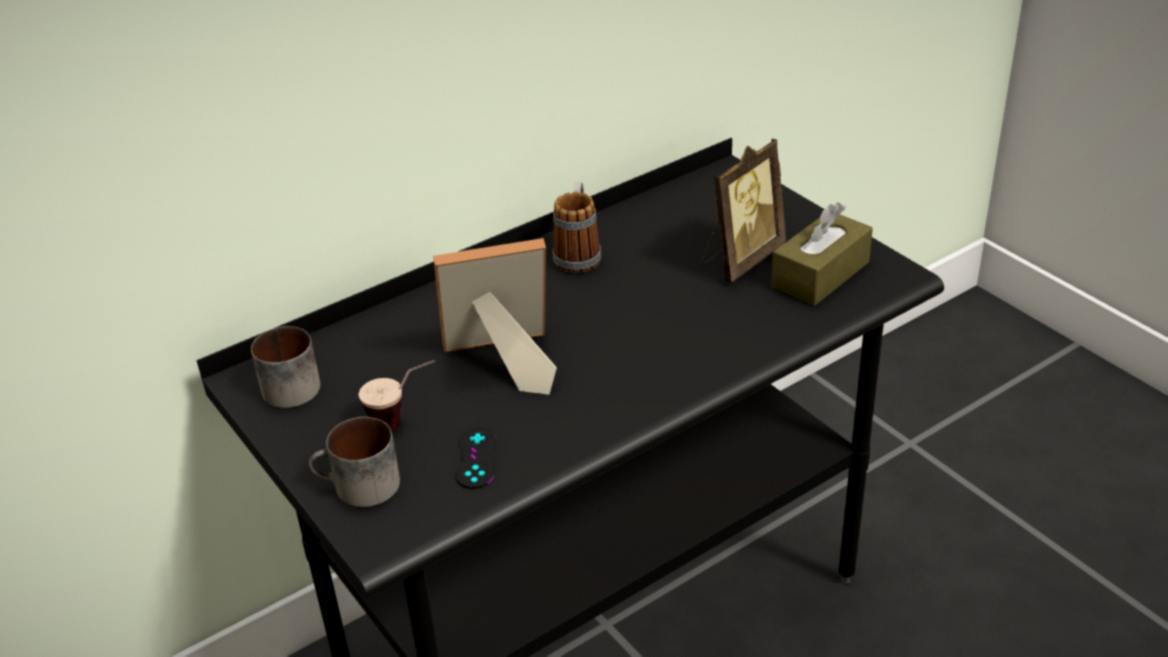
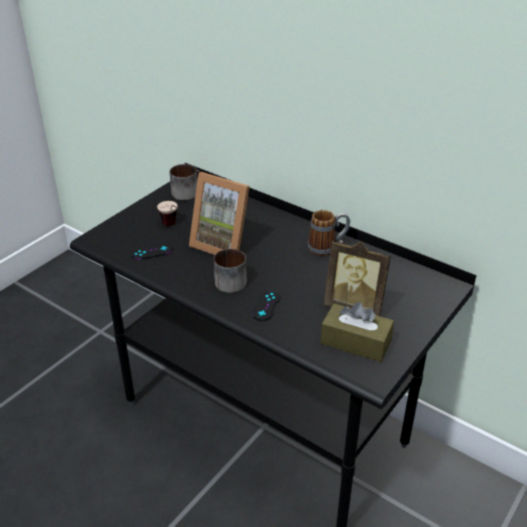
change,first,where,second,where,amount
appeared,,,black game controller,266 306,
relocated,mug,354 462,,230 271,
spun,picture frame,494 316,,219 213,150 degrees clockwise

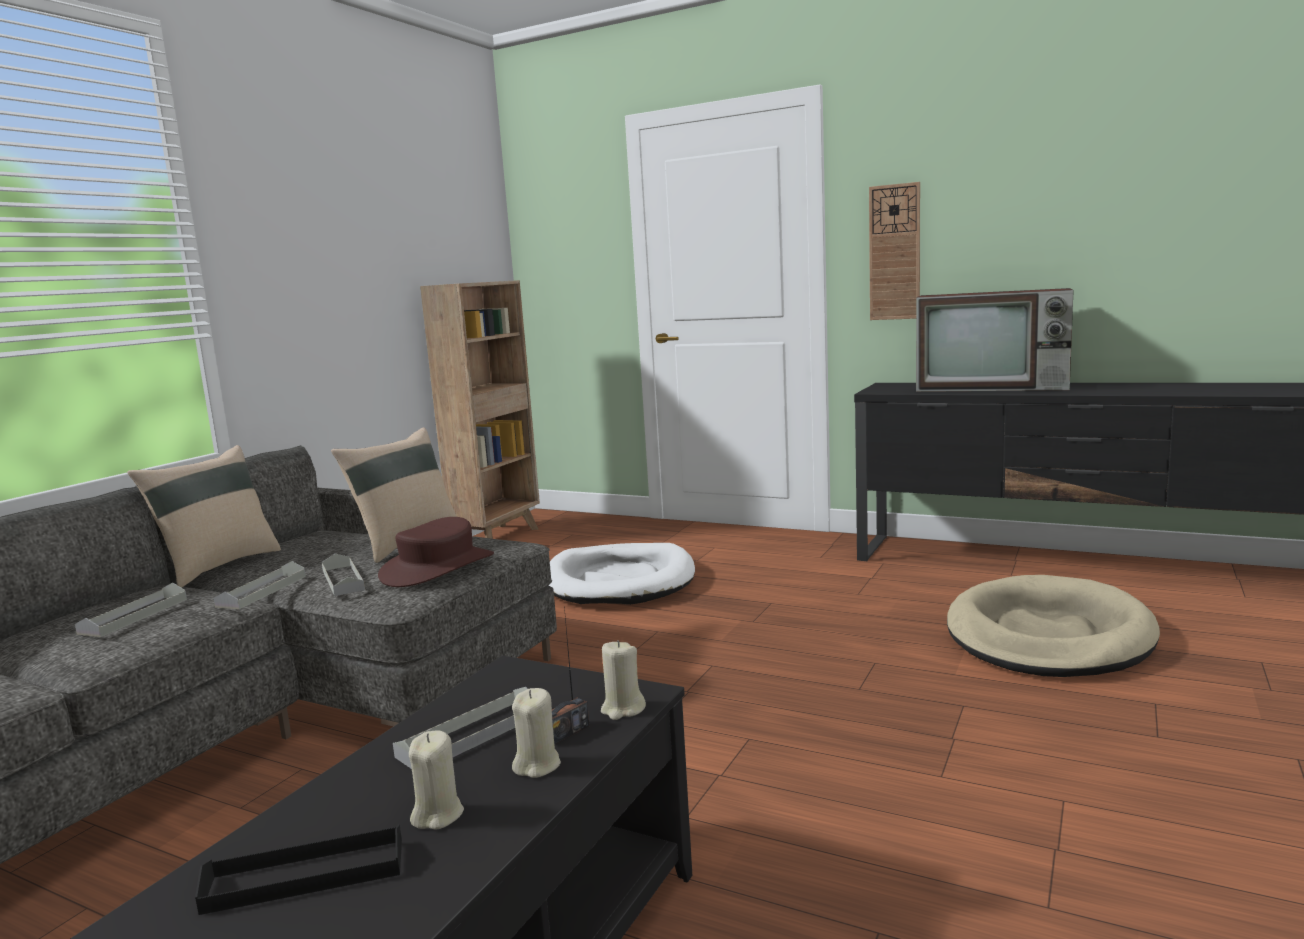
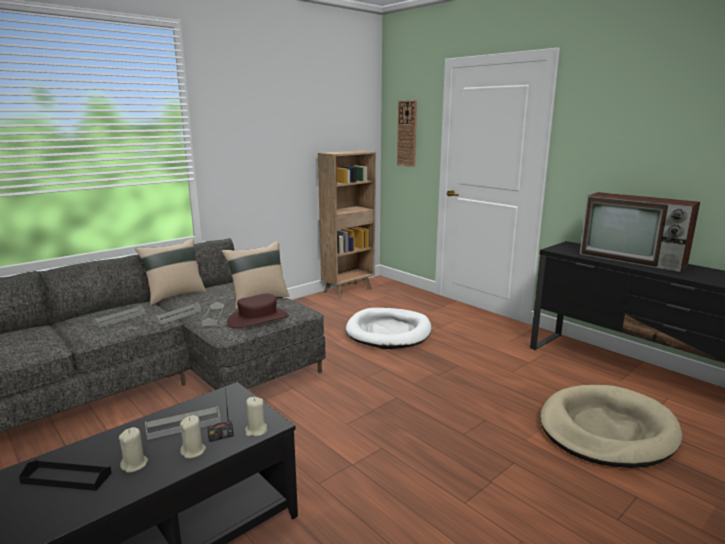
change,first,where,second,where,amount
relocated,wall clock,894 251,,407 133,

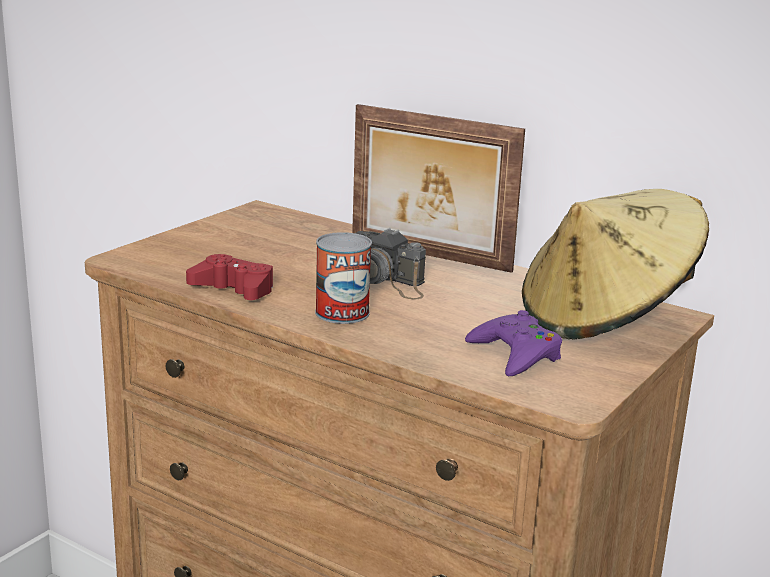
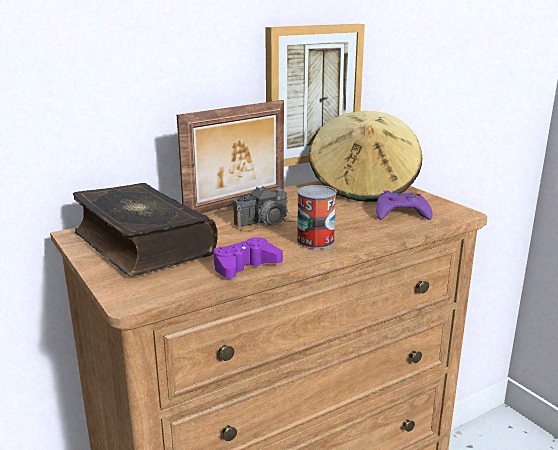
change,first,where,second,where,amount
appeared,,,book,145 229,
appeared,,,picture,315 95,
colour,red game controller,229 277,purple game controller,248 257,

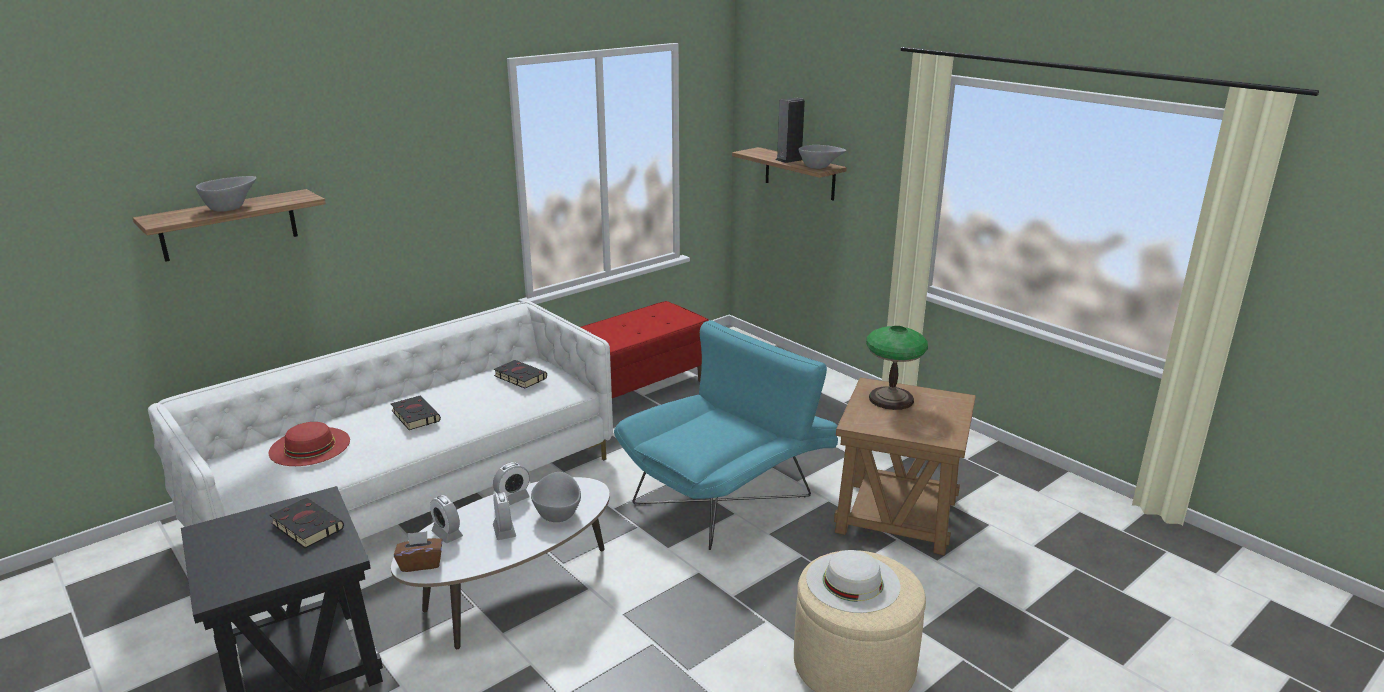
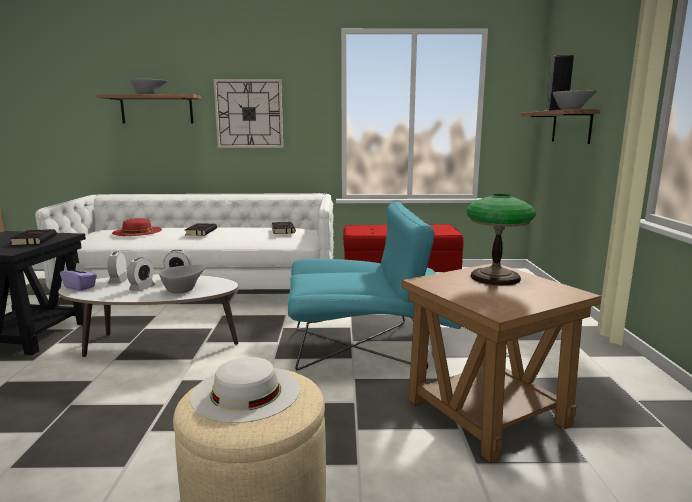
change,first,where,second,where,amount
appeared,,,wall clock,248 113,
colour,brown tissue box,418 551,purple tissue box,78 277,

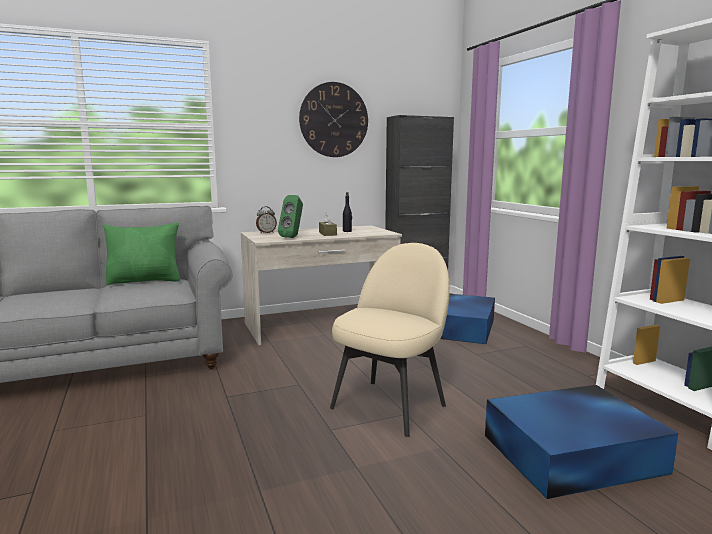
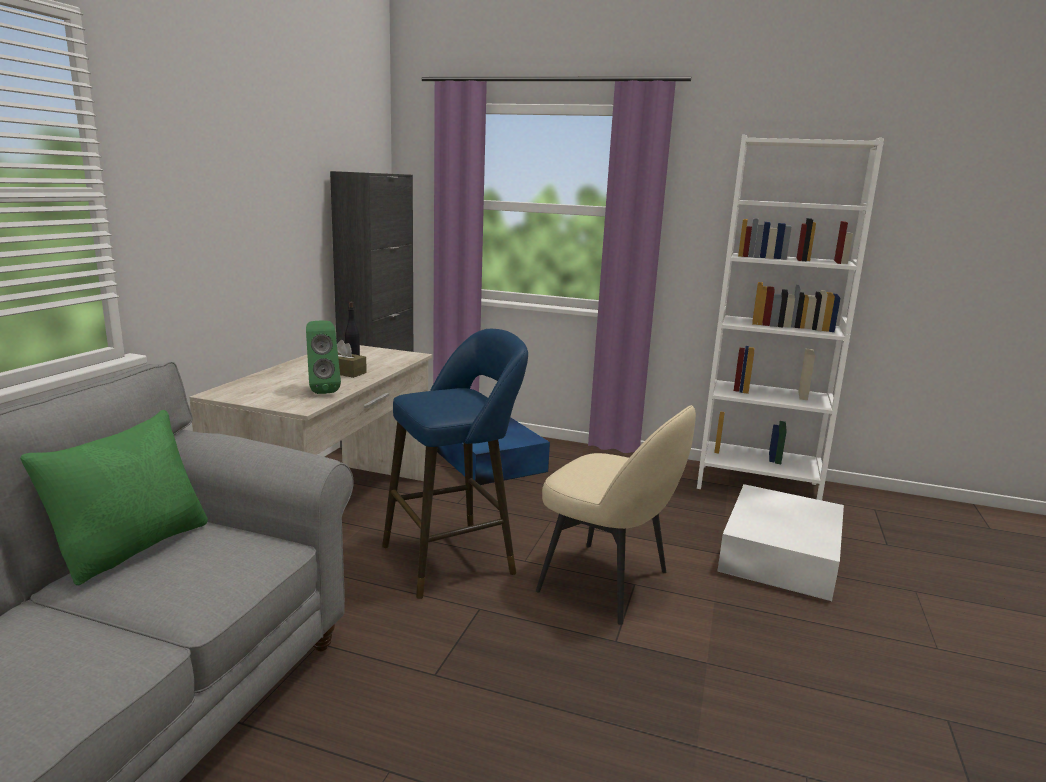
change,first,where,second,where,amount
missing,alarm clock,266 219,,,
missing,wall clock,333 119,,,
appeared,,,blue stool,455 464,
colour,blue storage box,581 442,white storage box,781 542,
spun,beige chair,390 340,,616 515,135 degrees clockwise

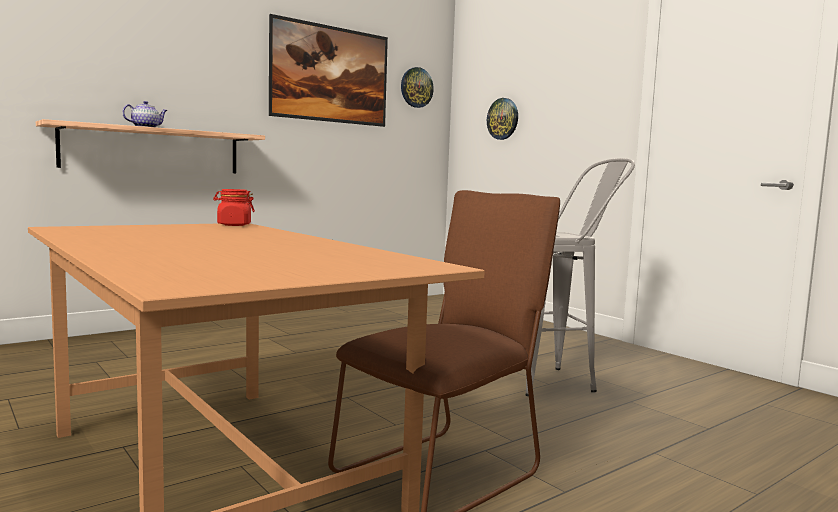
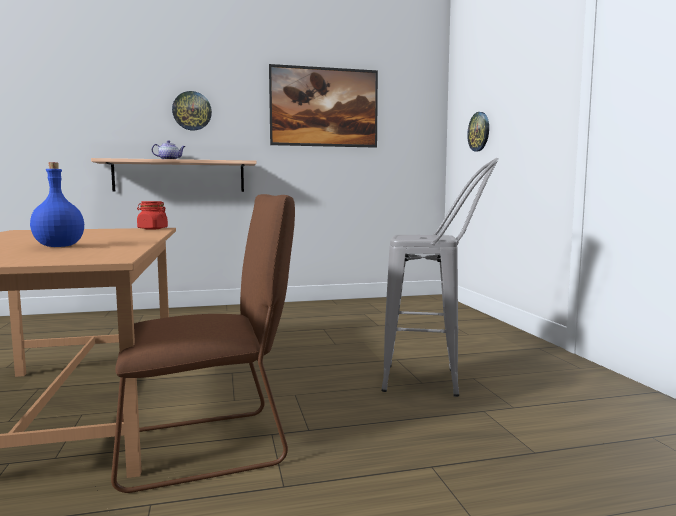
change,first,where,second,where,amount
appeared,,,blue bottle,57 204,
relocated,wall clock,417 87,,192 110,

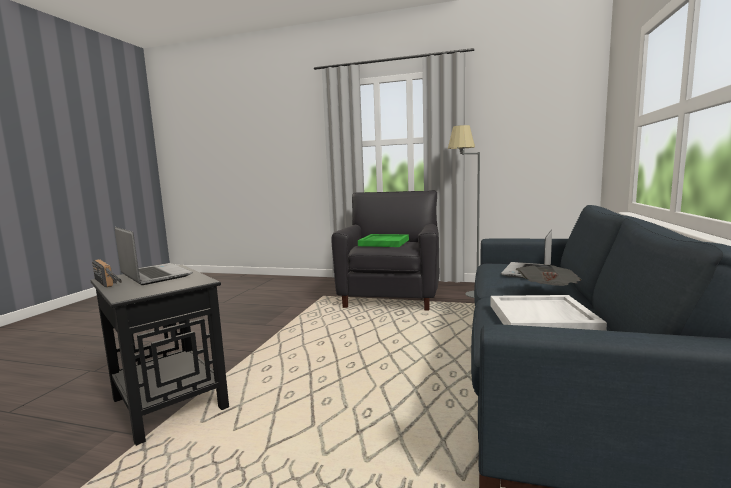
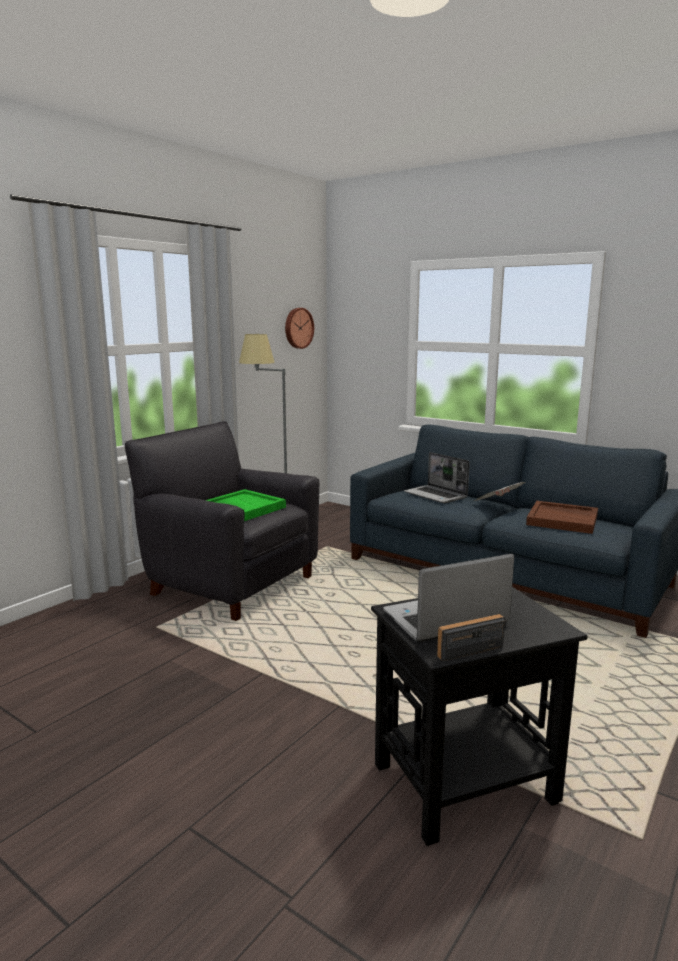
change,first,where,second,where,amount
appeared,,,wall clock,299 328,
colour,white tray,548 313,brown tray,562 517,

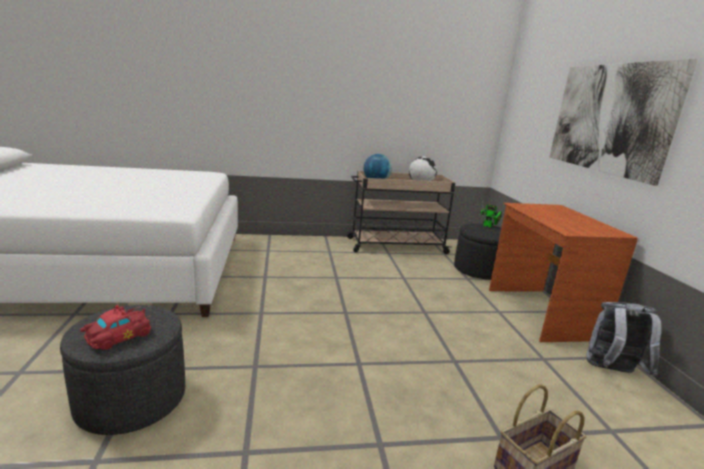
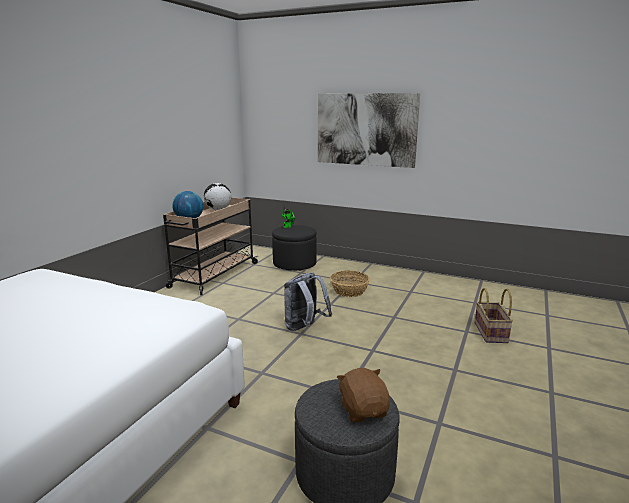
change,first,where,second,where,amount
missing,brown desk,563 272,,,
appeared,,,basket,350 284,
relocated,grey backpack,623 339,,308 302,
exchanged,red toy car,115 327,brown plush toy,363 395,

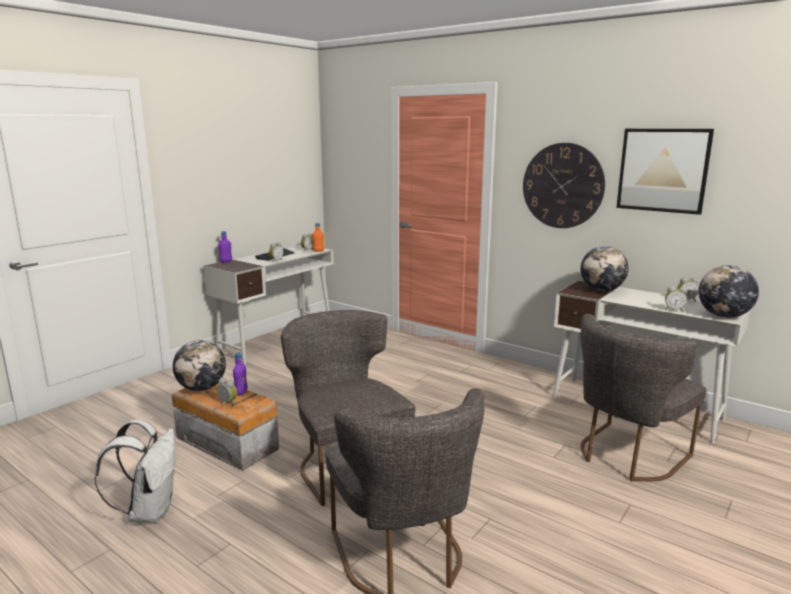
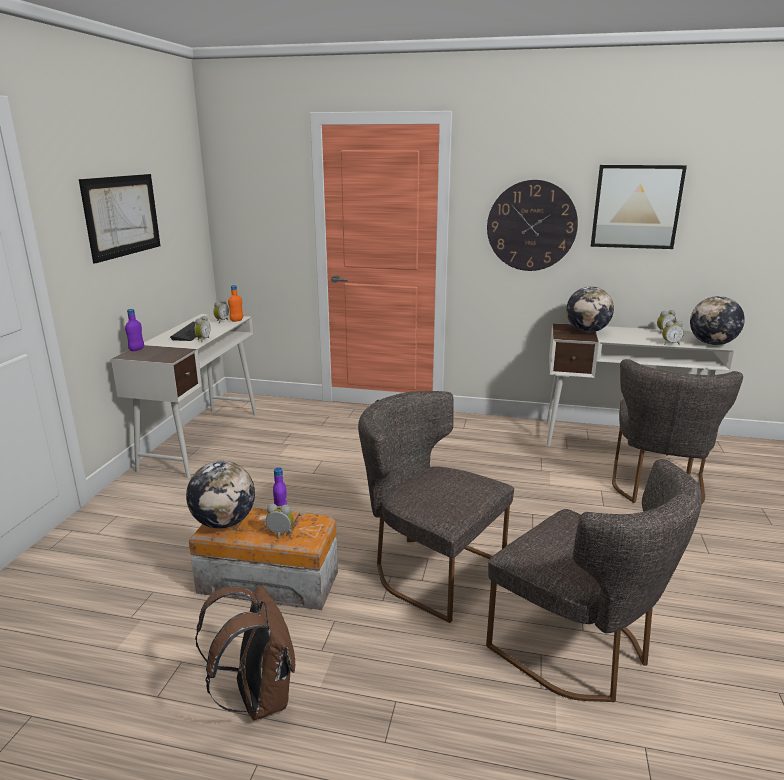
change,first,where,second,where,amount
appeared,,,picture,119 219,
colour,white backpack,135 471,brown backpack,245 653,

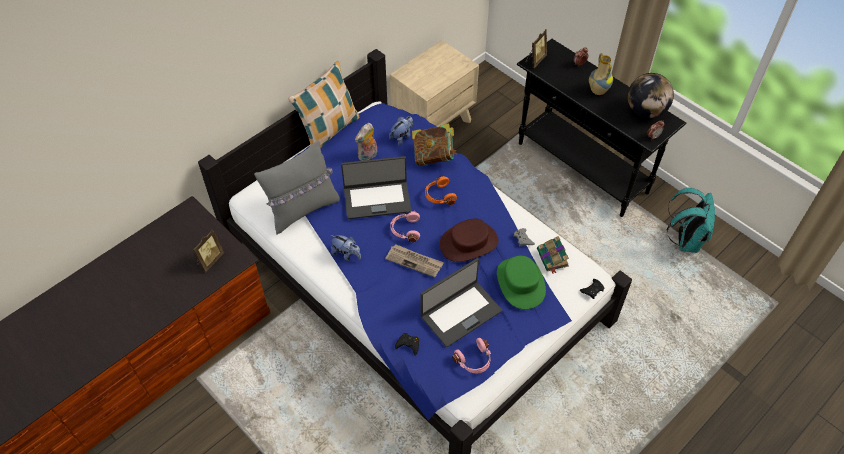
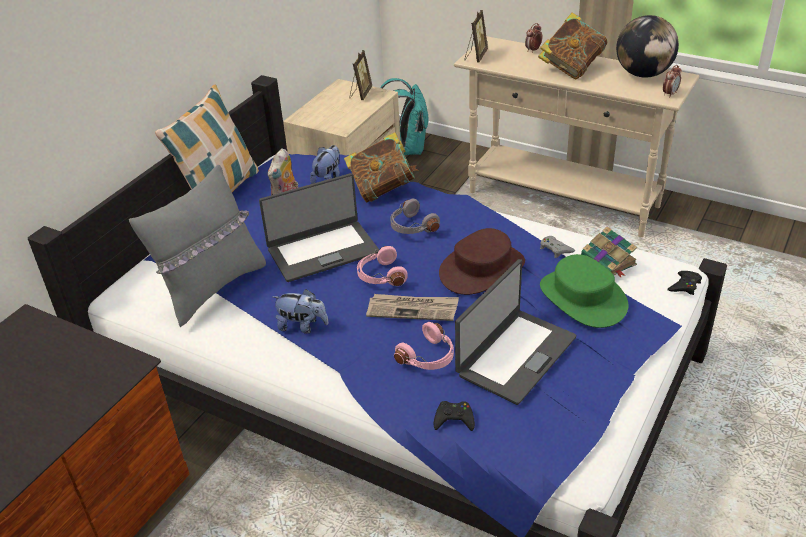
change,first,where,second,where,amount
relocated,picture frame,208 250,,361 75,
relocated,pink headphones,471 356,,424 346,
relocated,turquoise backpack,691 220,,404 116,
exchanged,vase,601 74,book,572 46,
colour,orange headphones,441 190,grey headphones,415 216,
colour,black console table,601 128,beige console table,576 136,

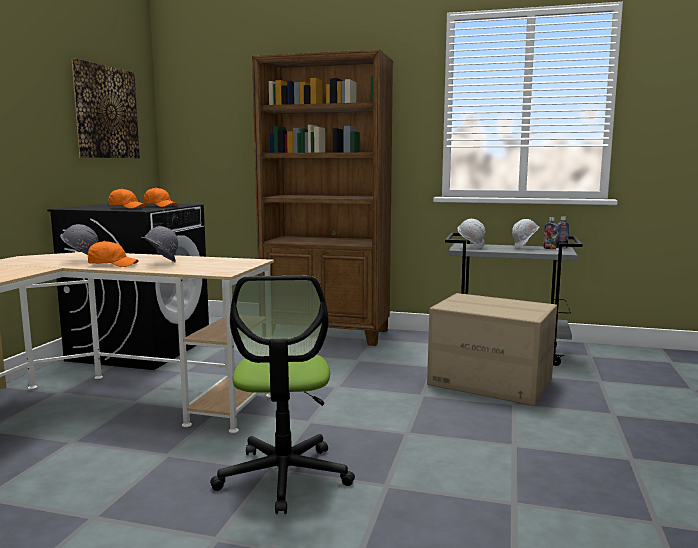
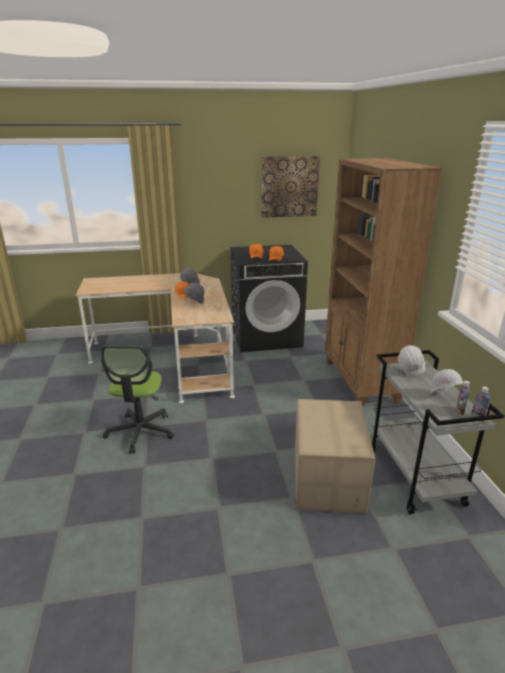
change,first,where,second,where,amount
spun,office chair,282 395,,137 400,60 degrees counterclockwise

